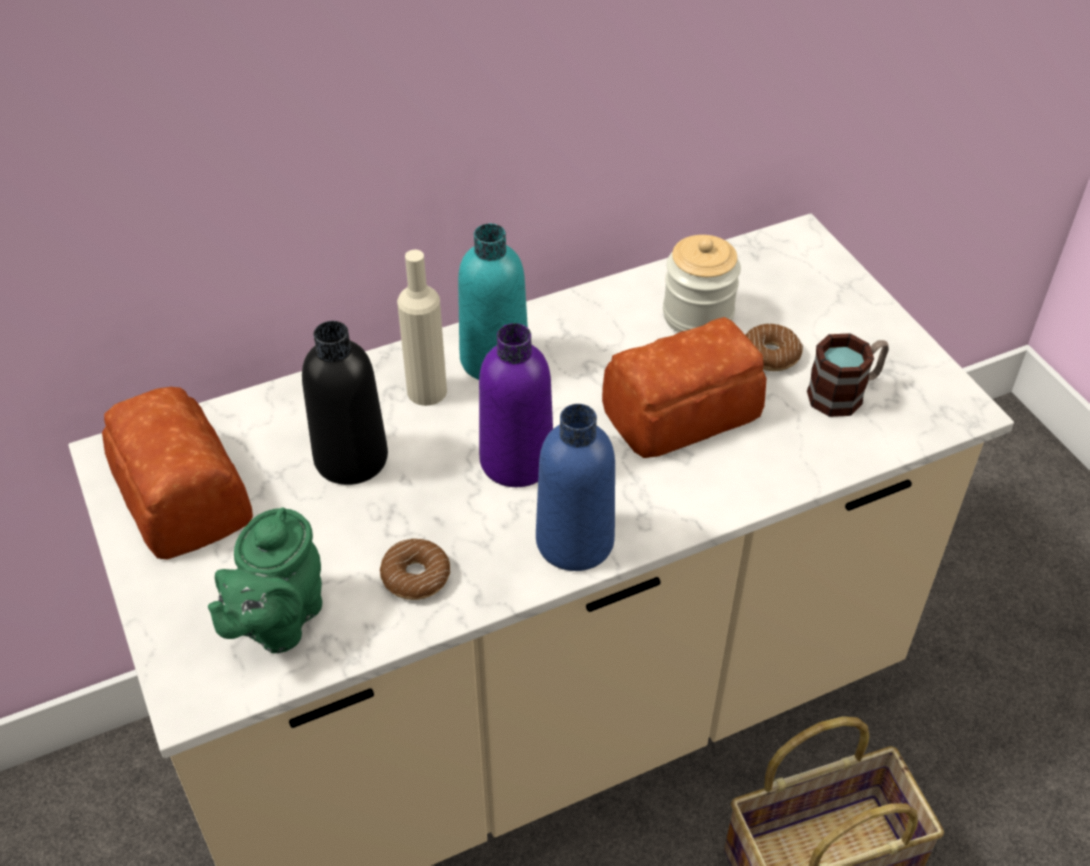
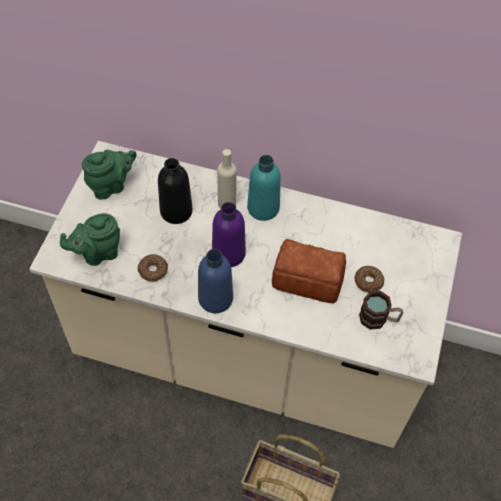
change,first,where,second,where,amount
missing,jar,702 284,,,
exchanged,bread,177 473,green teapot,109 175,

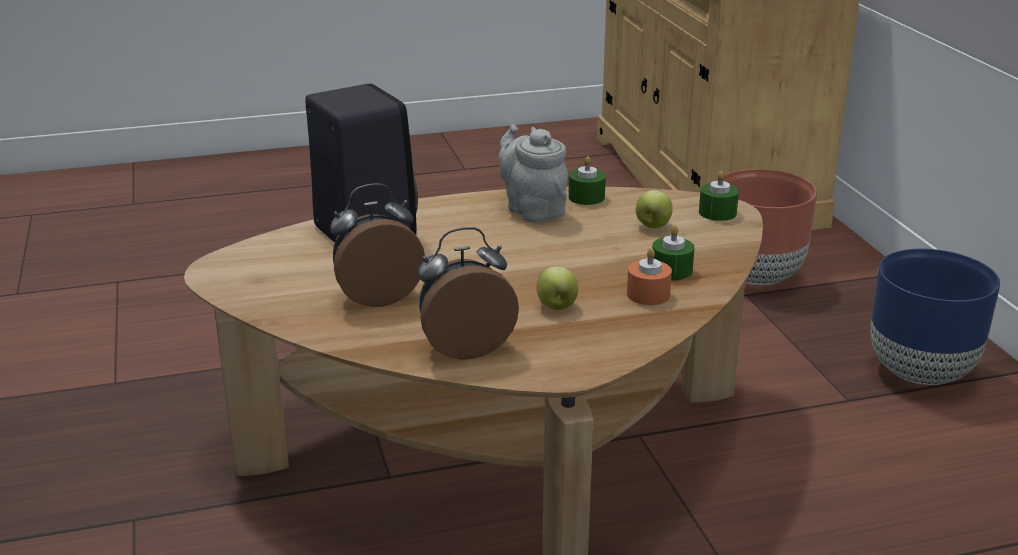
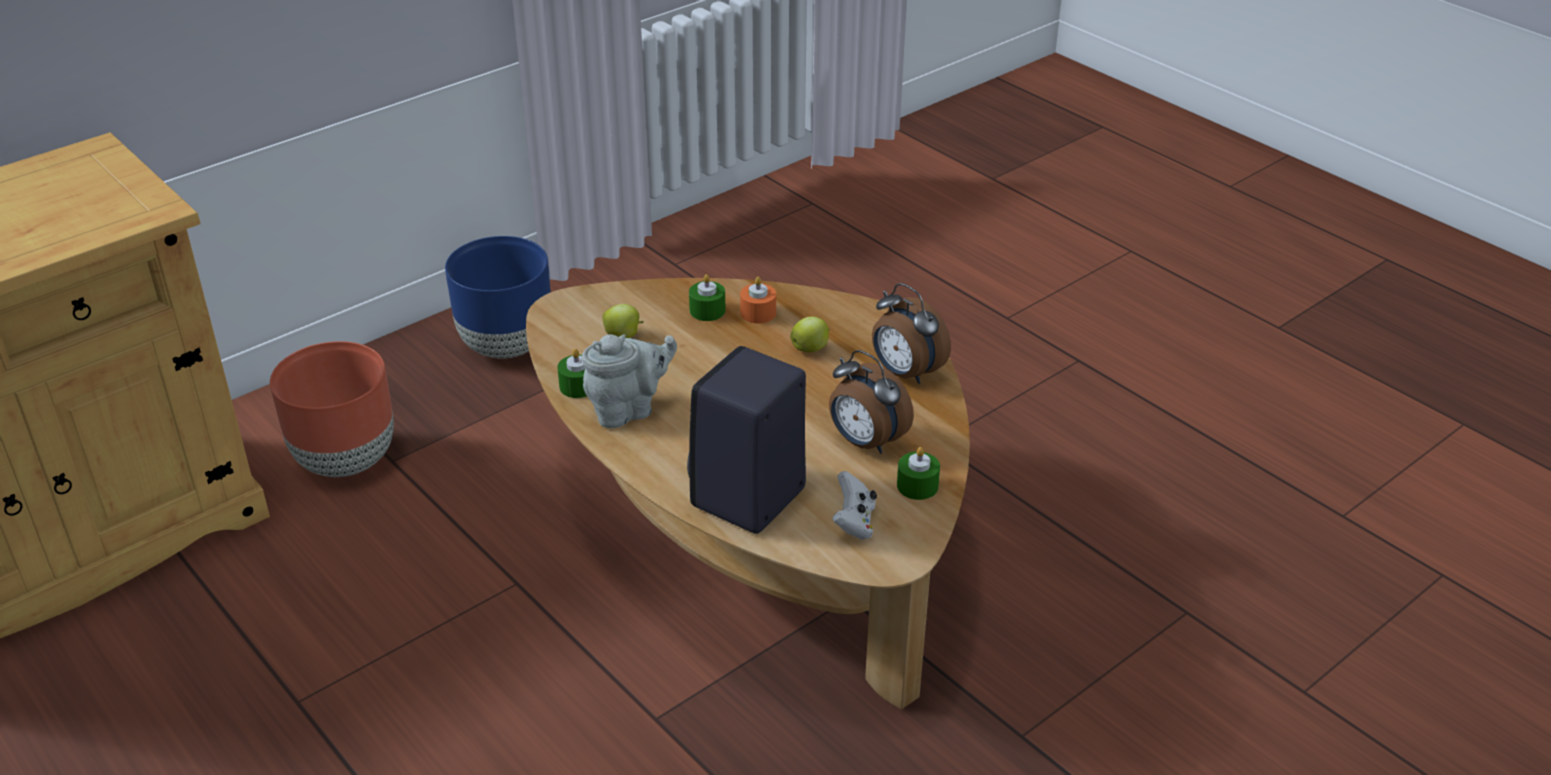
change,first,where,second,where,amount
appeared,,,white game controller,854 505,
relocated,green candle,719 196,,918 473,
spun,grey teapot,533 174,,629 381,150 degrees counterclockwise

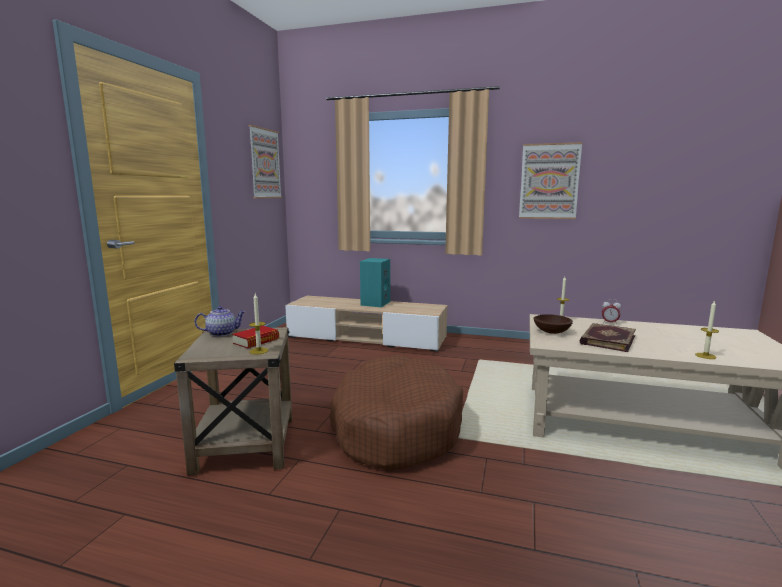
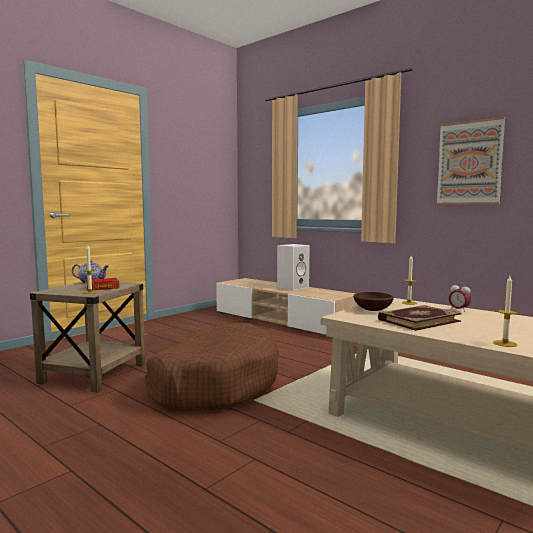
change,first,where,second,where,amount
missing,picture,265 161,,,
colour,turquoise speaker,375 282,white speaker,293 267,

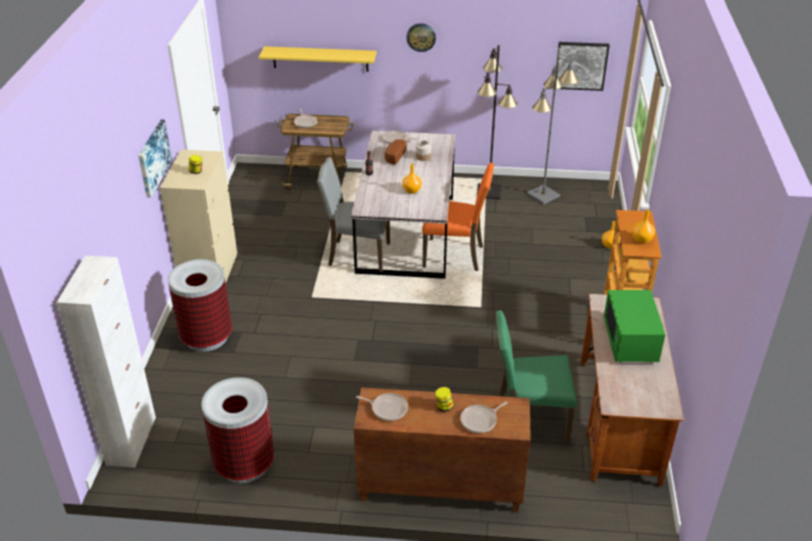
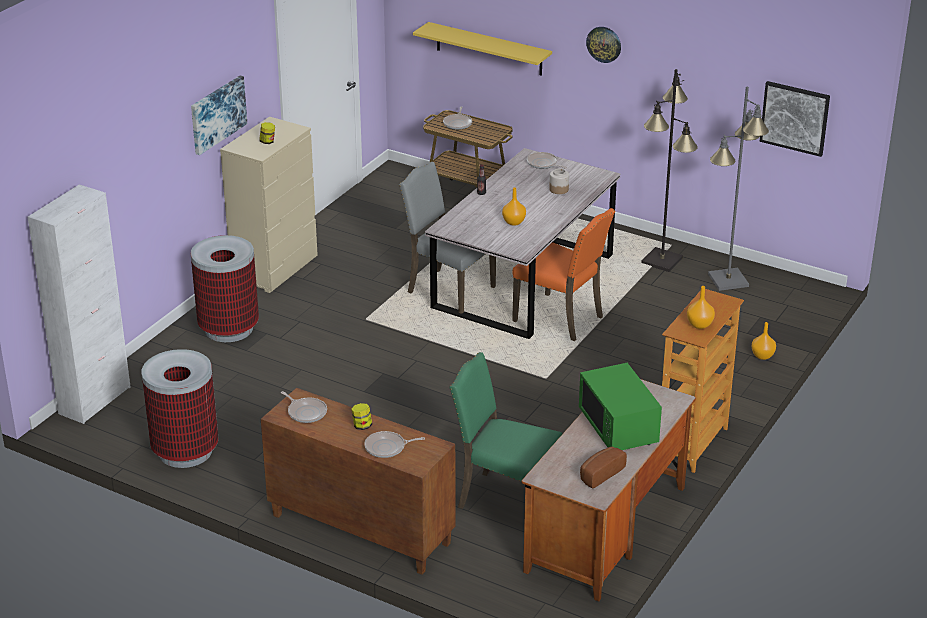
change,first,where,second,where,amount
relocated,bread,395 152,,603 467,
spun,green microwave,634 326,,620 406,45 degrees counterclockwise

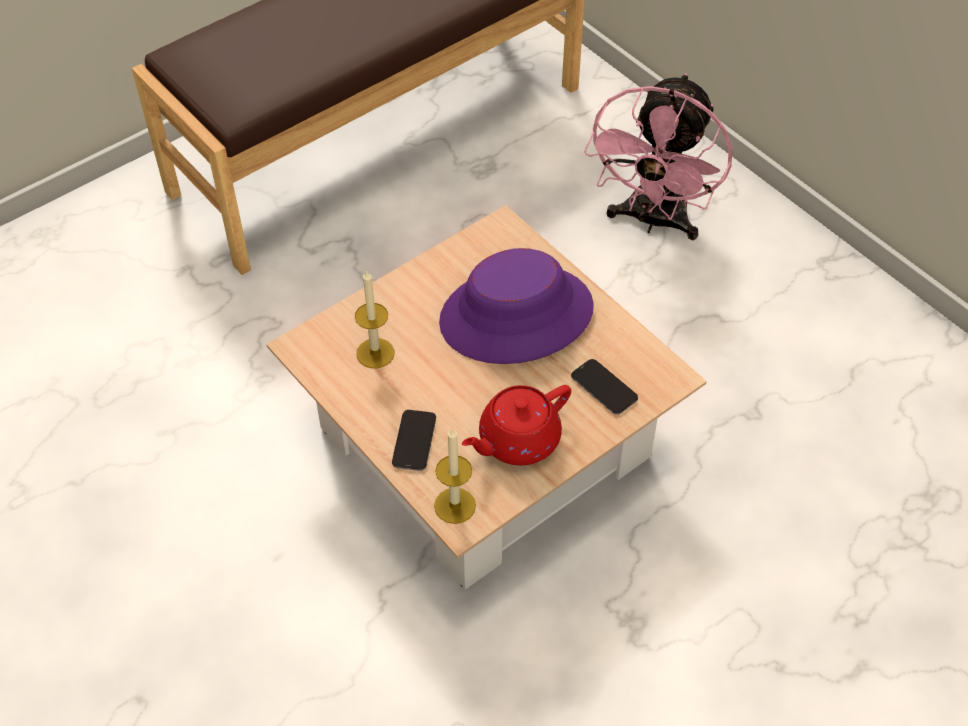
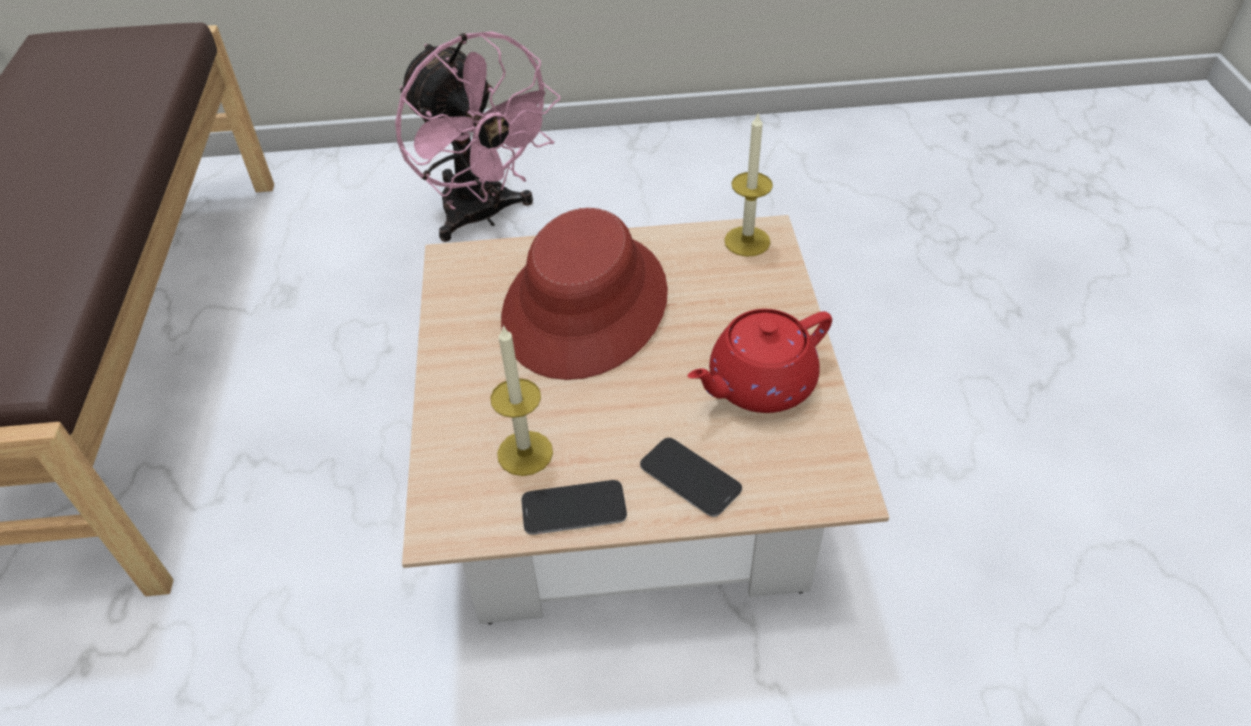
change,first,where,second,where,amount
relocated,candle,455 475,,748 185,
relocated,phone,604 387,,574 507,
colour,purple hat,516 306,red hat,584 294,
spun,red teapot,516 425,,760 361,60 degrees clockwise

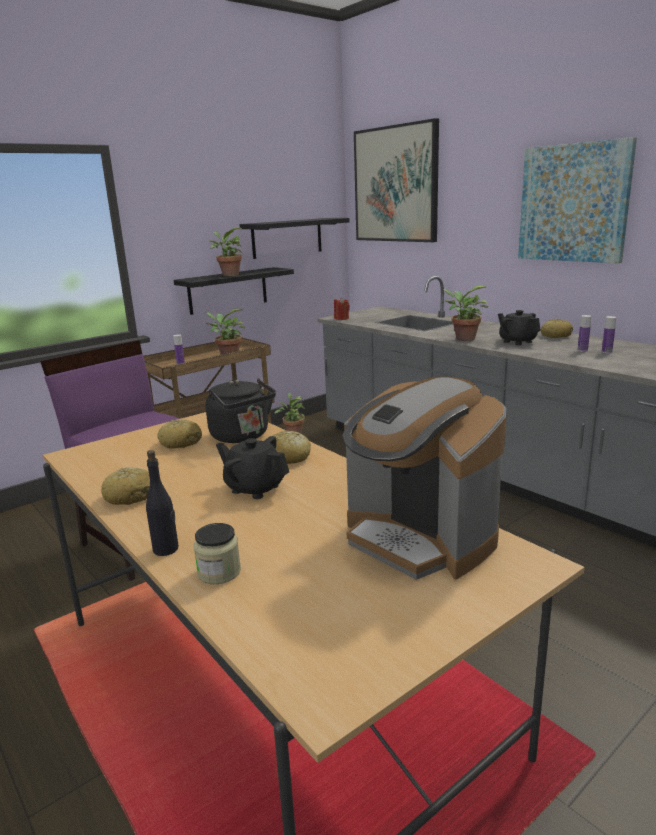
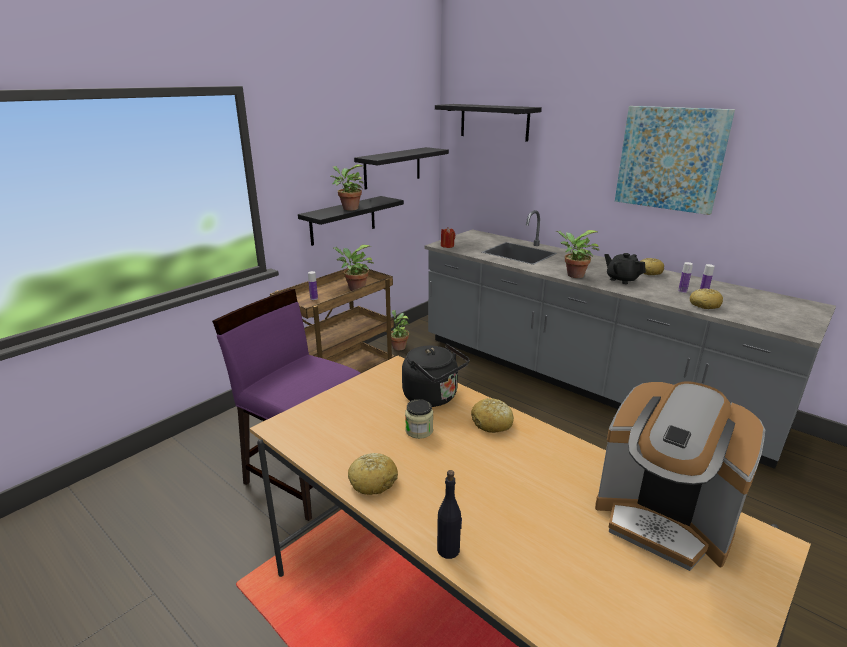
change,first,where,second,where,amount
missing,black teapot,252 467,,,
relocated,bread,179 434,,706 298,
relocated,jar,217 553,,419 419,
exchanged,picture,396 180,black shelf,488 123,

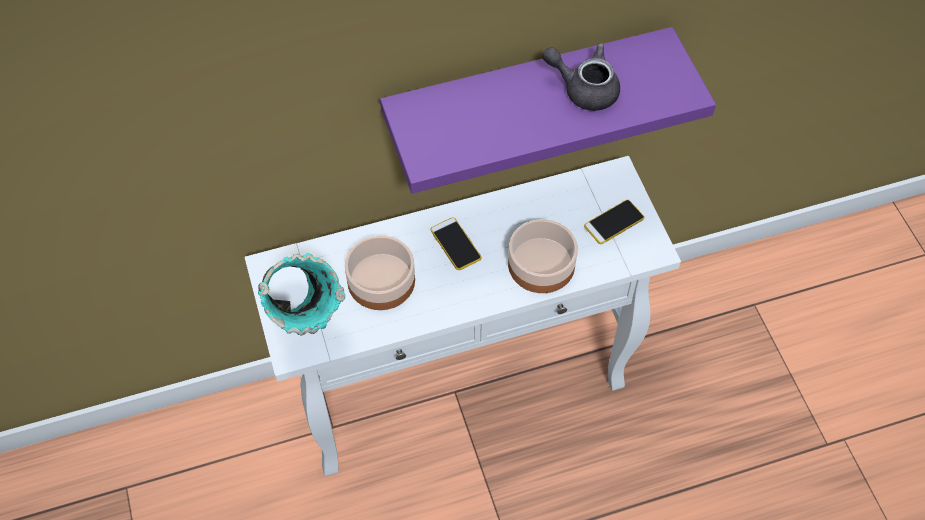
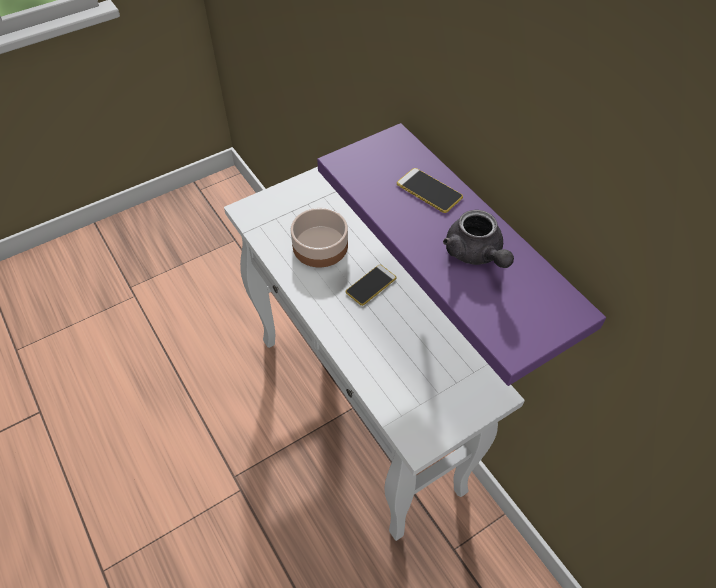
change,first,where,second,where,amount
missing,turquoise vase,301 294,,,
missing,bowl,543 256,,,
relocated,phone,614 222,,430 190,
spun,grey teapot,581 77,,478 239,150 degrees clockwise

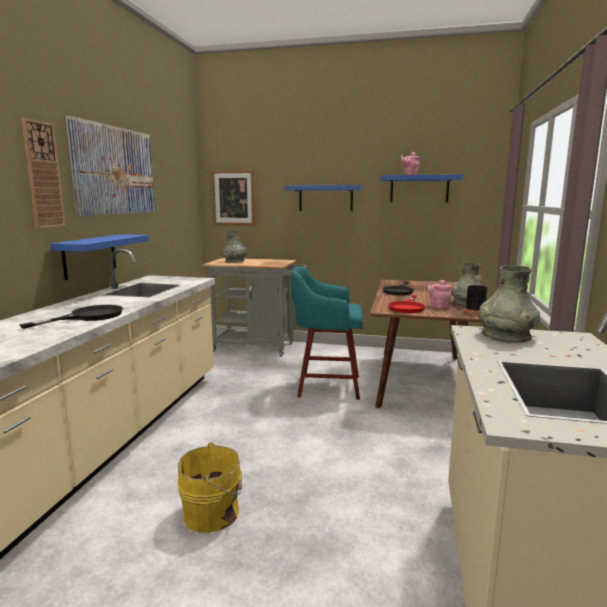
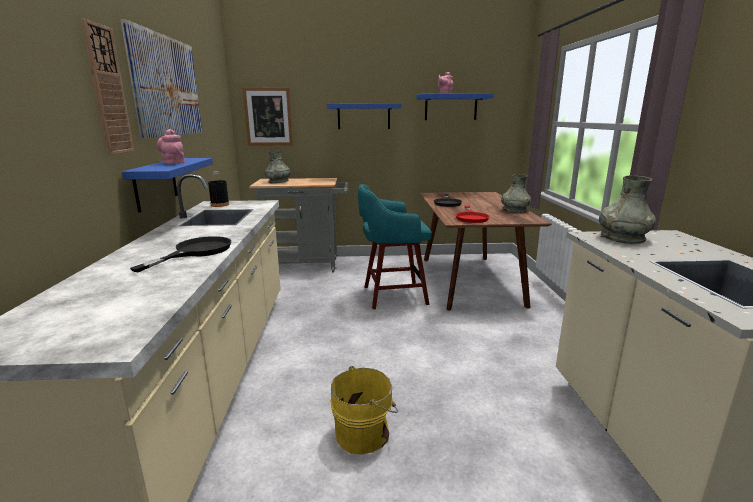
change,first,where,second,where,amount
relocated,pink teapot,439 294,,171 146,
relocated,black bottle,476 295,,218 189,

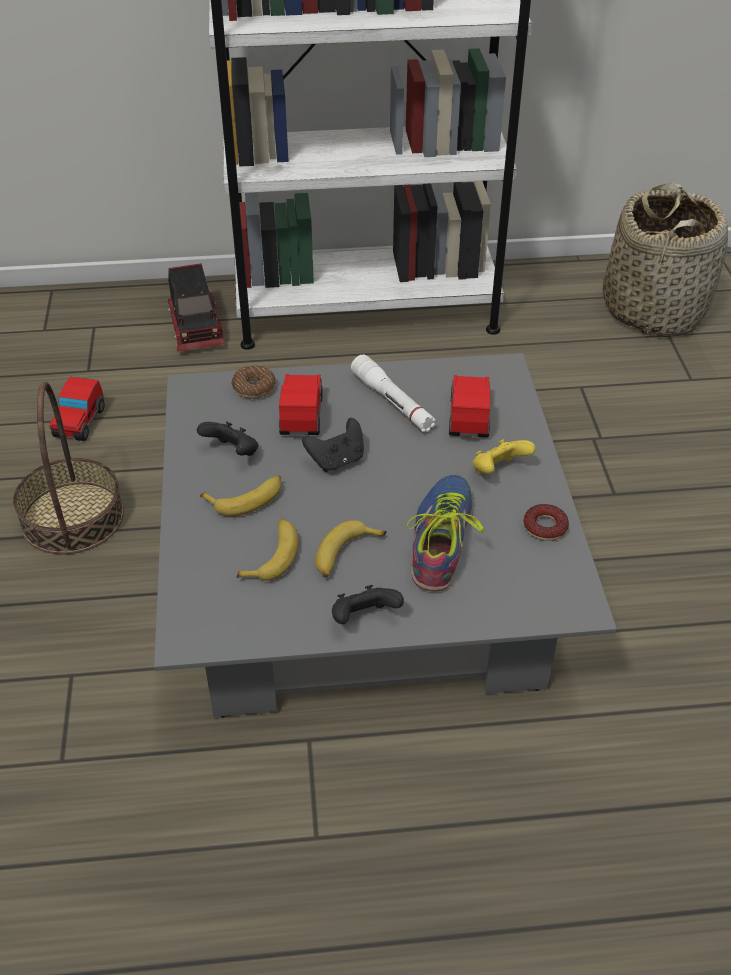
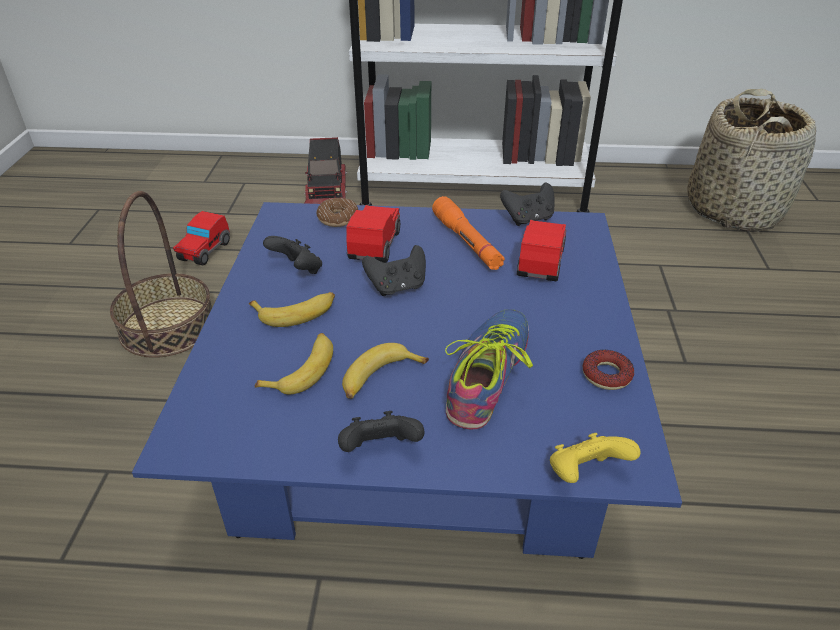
change,first,where,second,where,amount
appeared,,,black game controller,527 204,
relocated,yellow game controller,504 456,,595 458,
colour,grey coffee table,385 535,blue coffee table,407 380,
colour,white flashlight,393 393,orange flashlight,468 233,

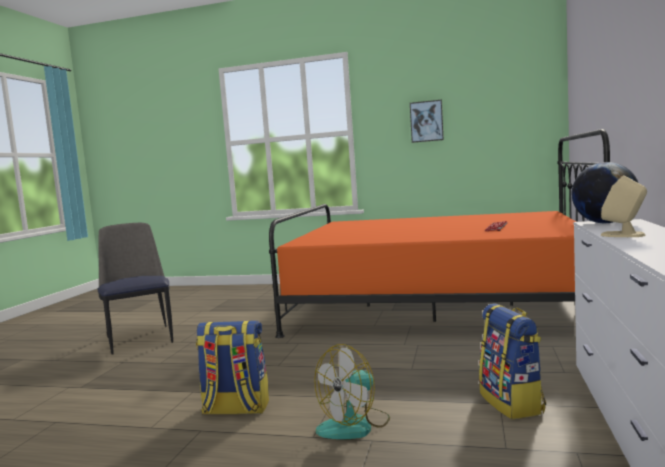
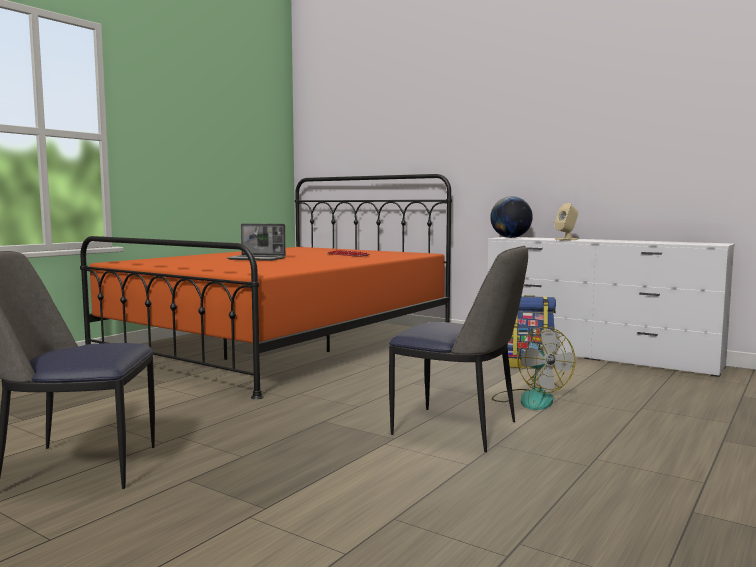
change,first,where,second,where,amount
missing,picture,427 121,,,
appeared,,,laptop,256 242,
exchanged,backpack,232 368,chair,458 349,

